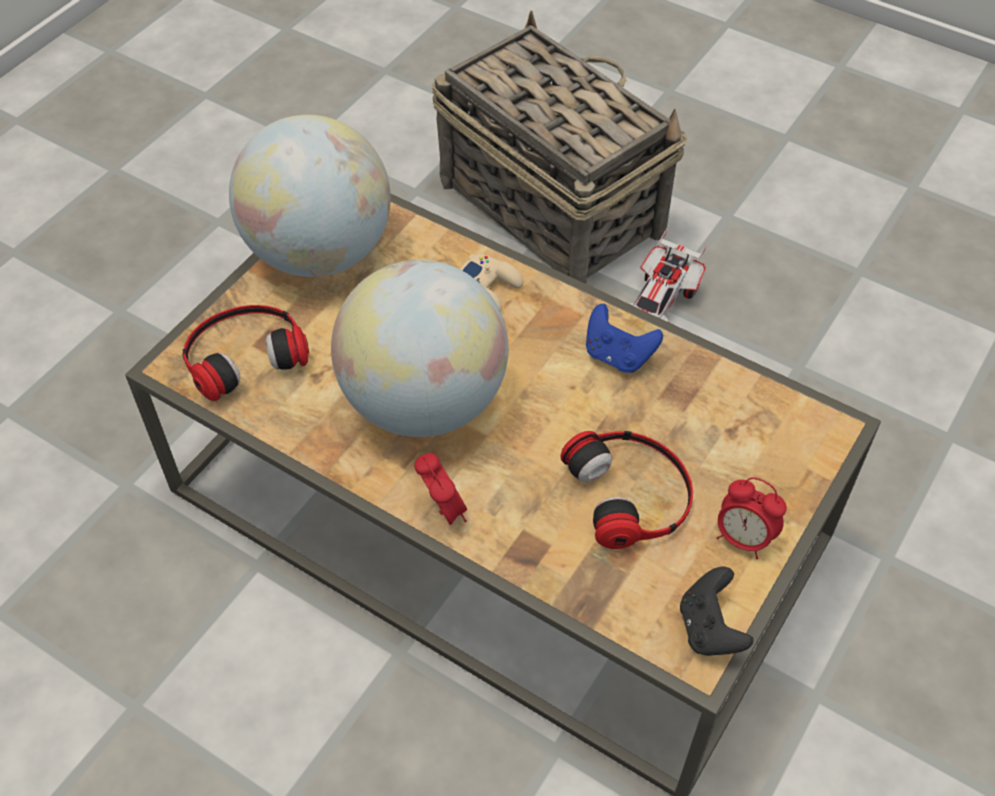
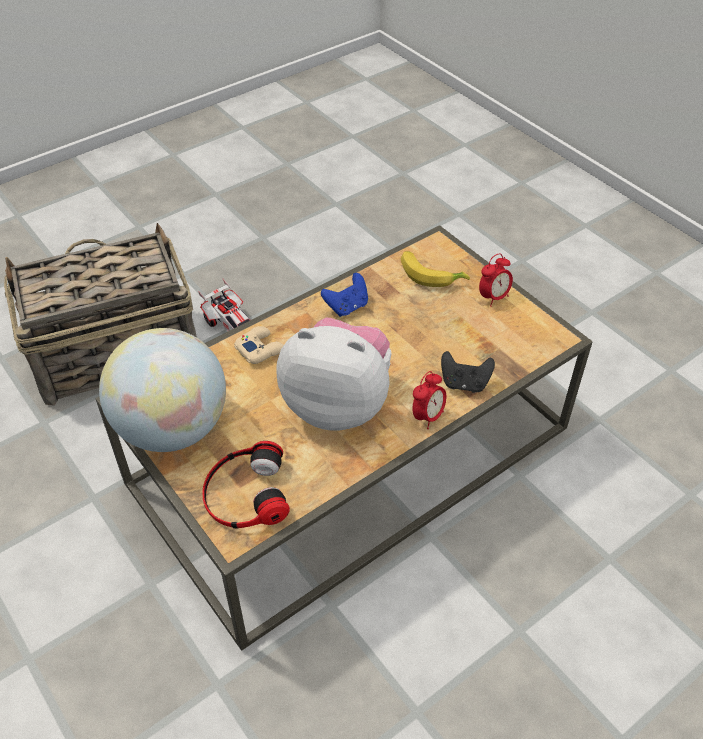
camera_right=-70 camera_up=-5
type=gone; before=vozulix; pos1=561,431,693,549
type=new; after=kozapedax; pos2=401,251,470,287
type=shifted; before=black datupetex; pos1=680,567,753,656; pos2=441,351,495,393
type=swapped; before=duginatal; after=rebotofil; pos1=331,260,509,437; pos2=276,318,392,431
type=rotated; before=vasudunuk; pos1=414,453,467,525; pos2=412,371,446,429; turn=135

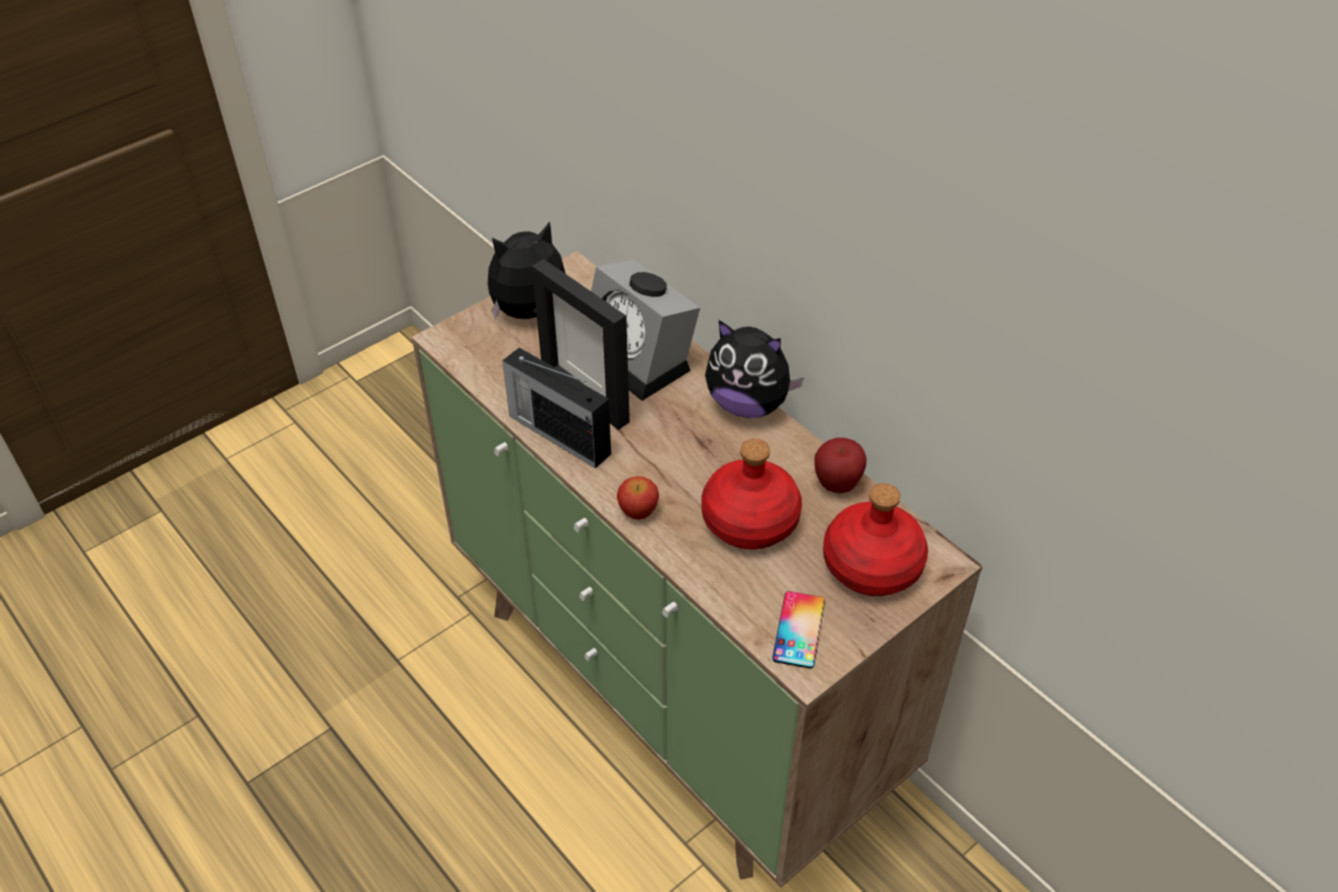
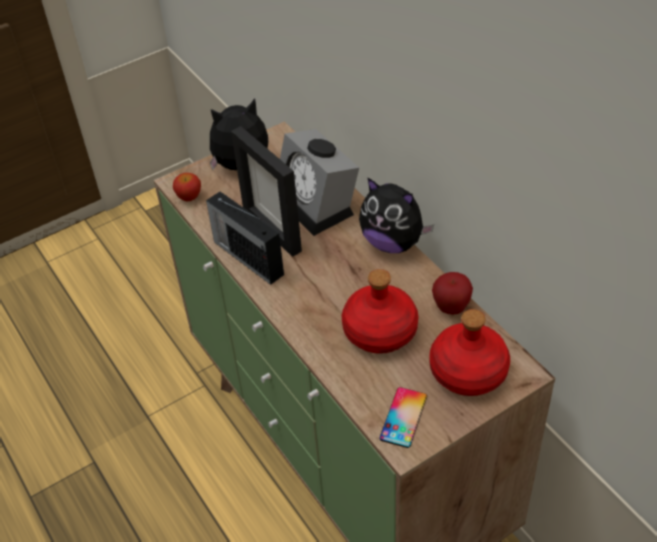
camera_right=10 camera_up=0
type=shifted; before=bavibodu; pos1=617,476,659,520; pos2=173,173,201,201

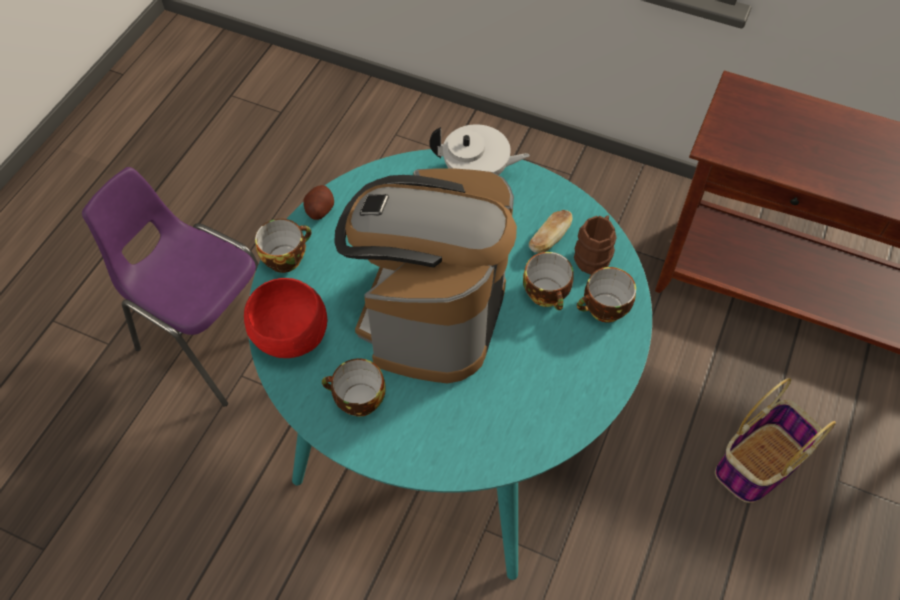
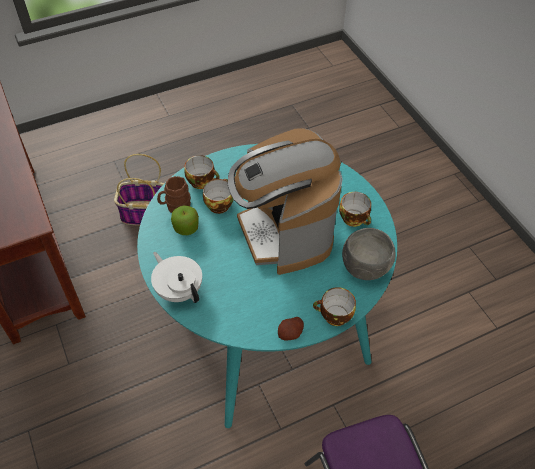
camera_right=-140 camera_up=-5
type=swapped; before=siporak; after=bavibodu; pos1=529,210,573,253; pos2=171,205,199,235
type=repainted; before=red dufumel; after=grey dufumel; pos1=244,278,327,358; pos2=342,228,395,280
type=rotated; before=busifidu; pos1=334,169,517,384; pos2=228,128,343,275; turn=105

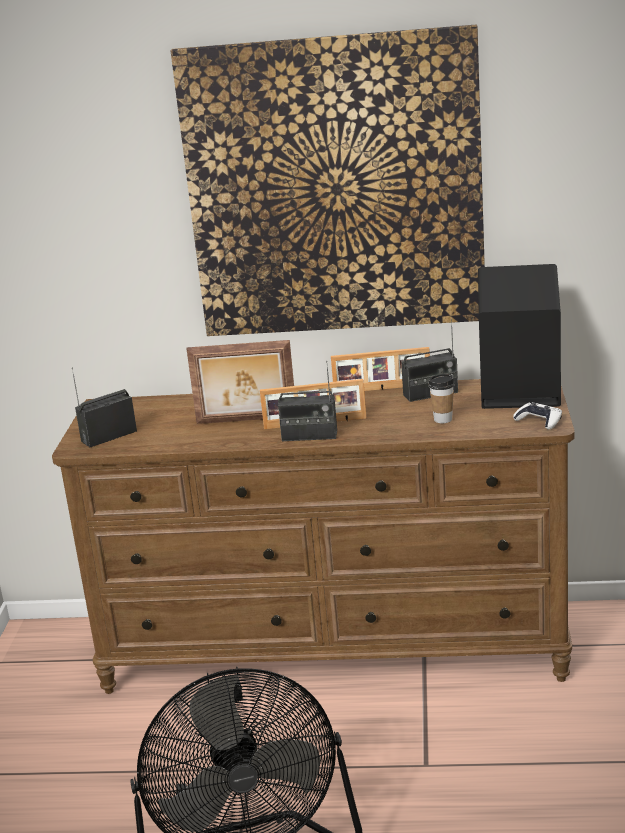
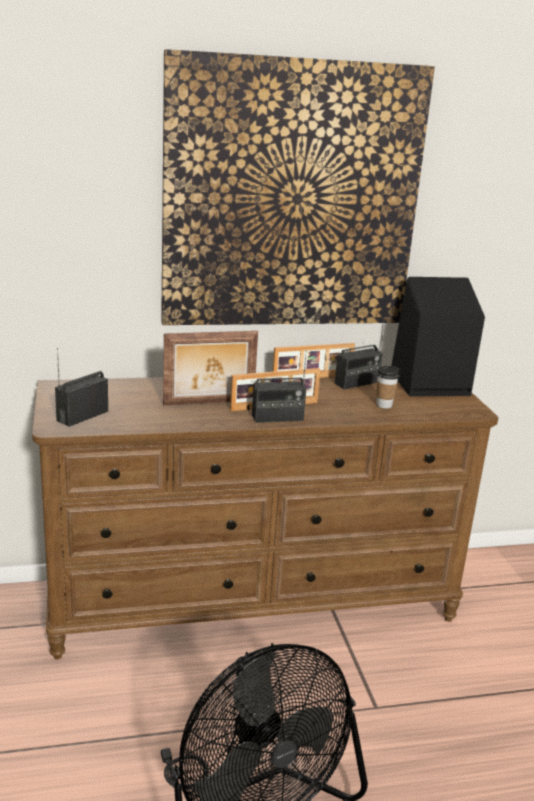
camera_right=-20 camera_up=0
type=gone; before=white datupetex; pos1=513,402,562,430

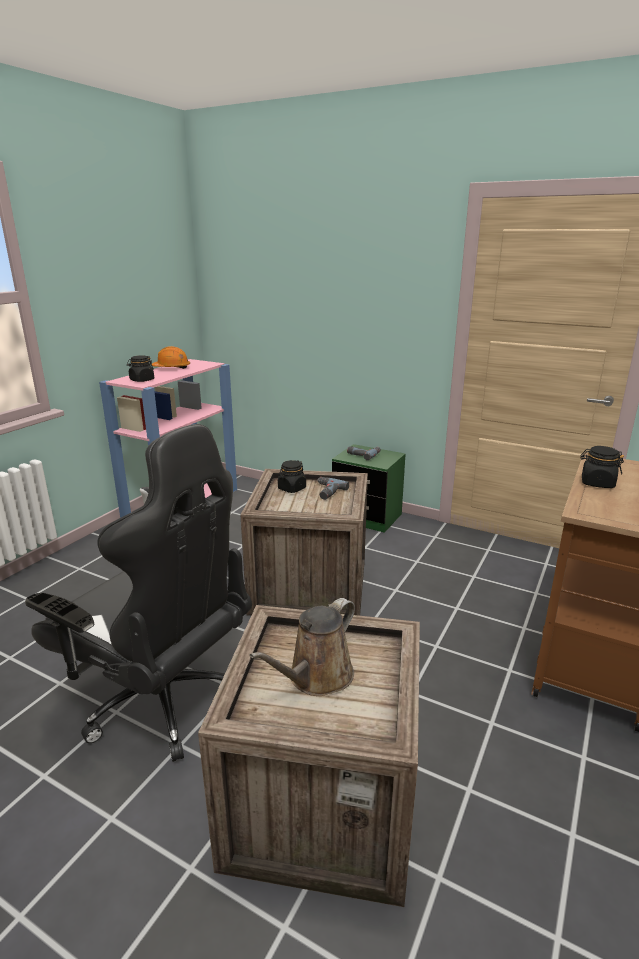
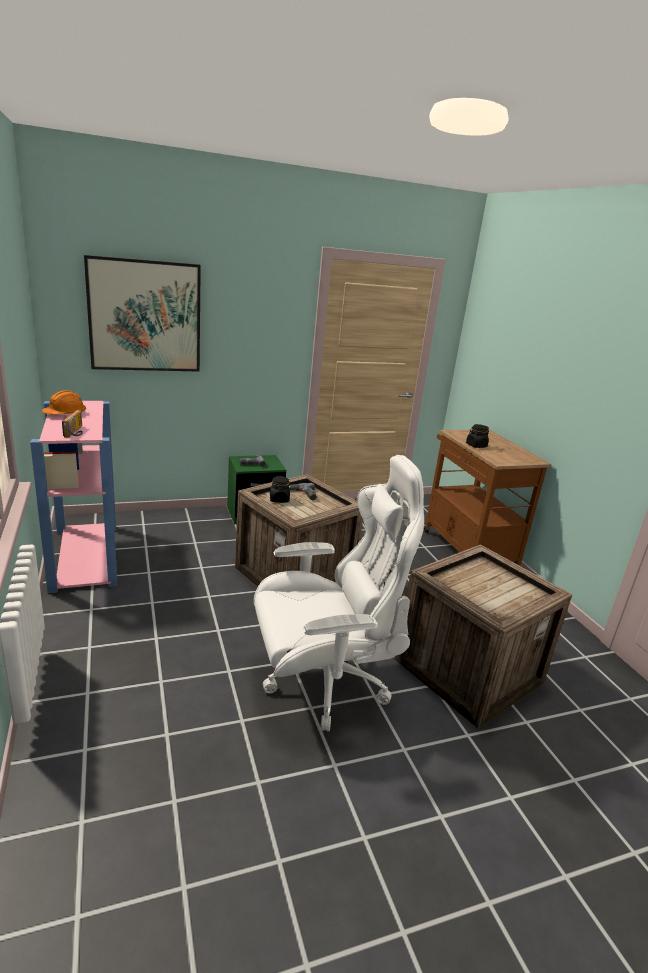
camera_right=-50 camera_up=0
type=gone; before=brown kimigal; pos1=249,598,355,696
type=new; after=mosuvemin; pos2=84,255,201,372
type=swapped; before=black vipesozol; after=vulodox; pos1=127,355,154,382; pos2=62,410,83,438
type=repainted; before=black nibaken; after=white nibaken; pos1=25,424,252,762; pos2=254,455,424,731

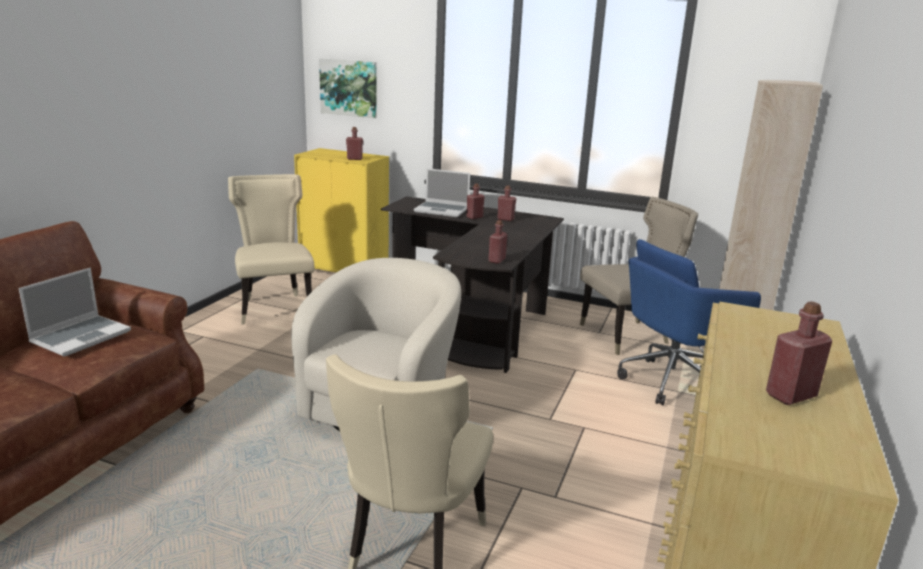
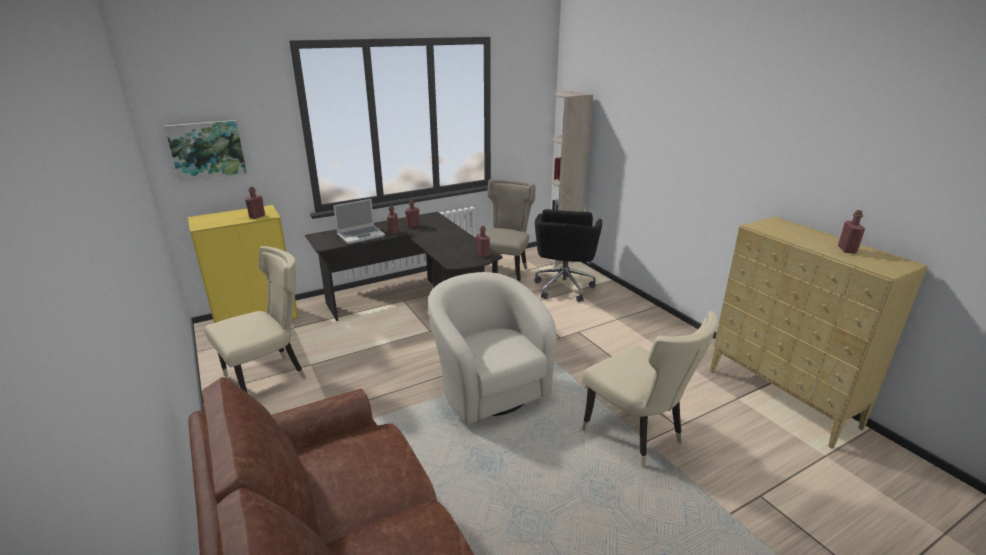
camera_right=-50 camera_up=5
type=gone; before=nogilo; pos1=19,268,131,357
type=repainted; before=blue nibaken; after=black nibaken; pos1=617,239,761,405; pos2=534,209,602,302
type=rotated; before=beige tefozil; pos1=228,174,314,325; pos2=205,246,306,392; turn=120

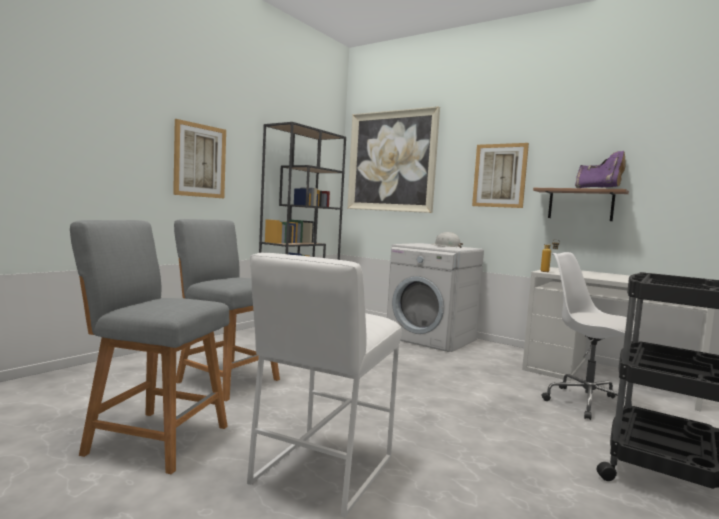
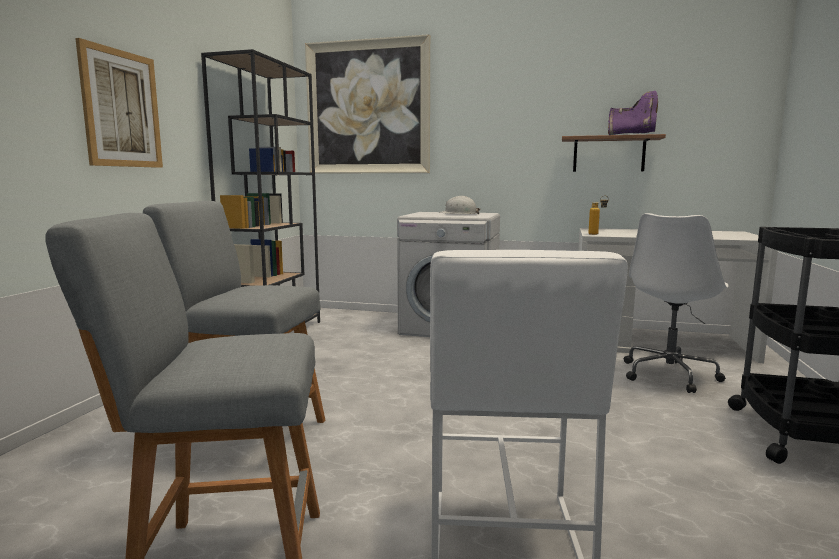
camera_right=-20 camera_up=5
type=gone; before=mosuvemin; pos1=472,143,529,208
type=rotated; before=white nibaken; pos1=541,252,640,420; pos2=623,213,729,393; turn=-75

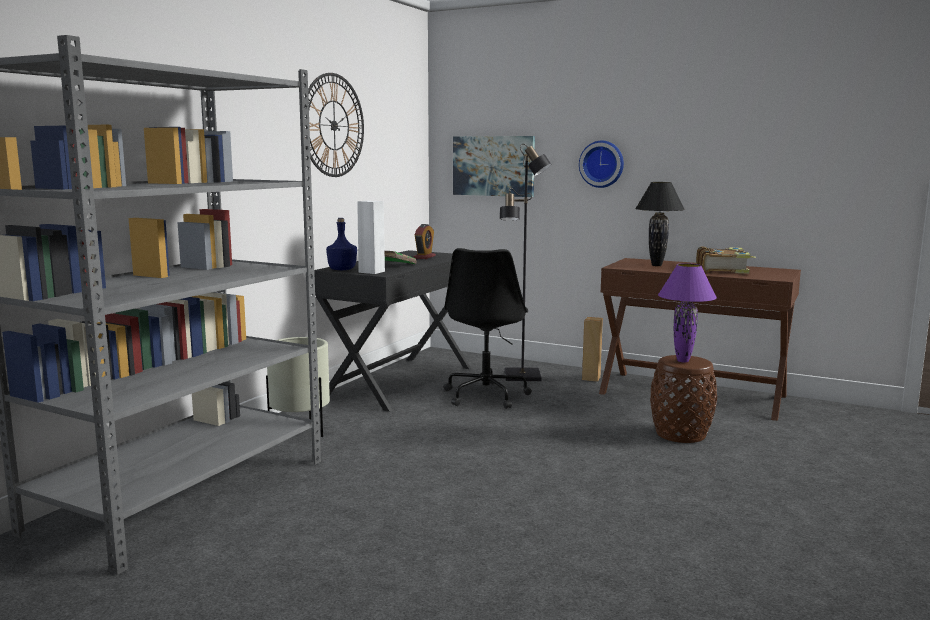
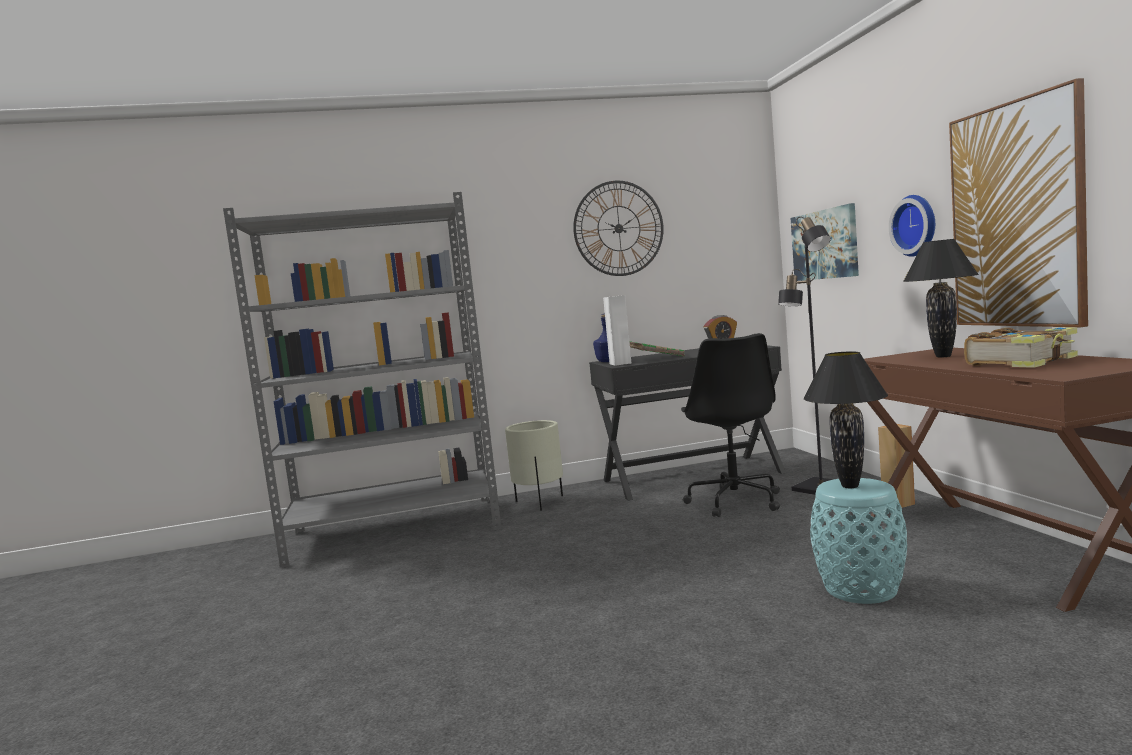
camera_right=50 camera_up=-5
type=new; after=mosuvemin; pos2=949,78,1088,327
type=repainted; before=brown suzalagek; after=turquoise suzalagek; pos1=650,355,717,443; pos2=810,478,907,604
type=repainted; before=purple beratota; after=black beratota; pos1=658,263,717,363; pos2=803,351,888,488
type=rotated; before=black nibaken; pos1=443,248,532,409; pos2=681,333,780,517; turn=-60

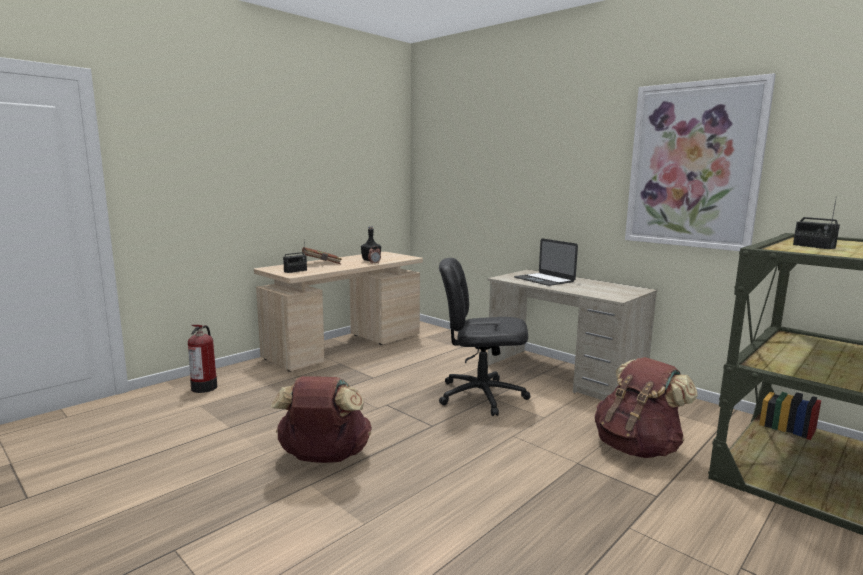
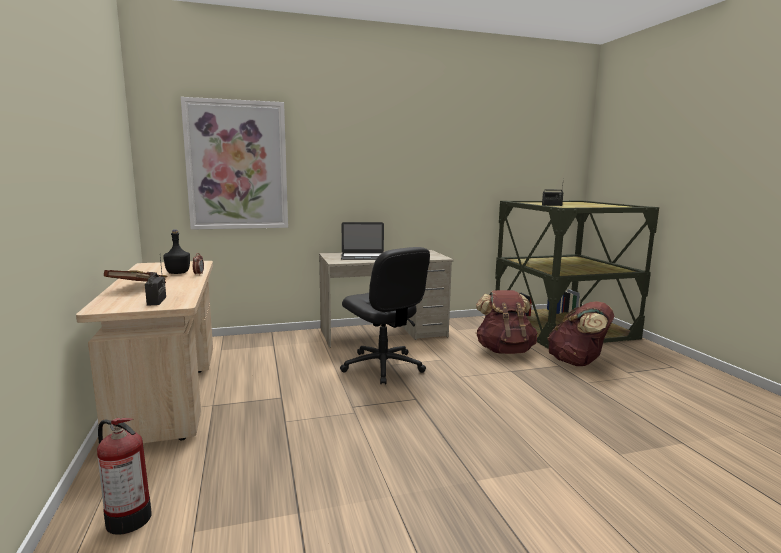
camera_right=-60 camera_up=0
type=shifted; before=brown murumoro; pos1=271,376,372,463; pos2=547,301,615,366
type=shifted; before=mosuvemin; pos1=625,73,776,251; pos2=181,97,288,230
type=rotated; before=black nibaken; pos1=439,258,530,416; pos2=340,247,430,384; turn=-75

